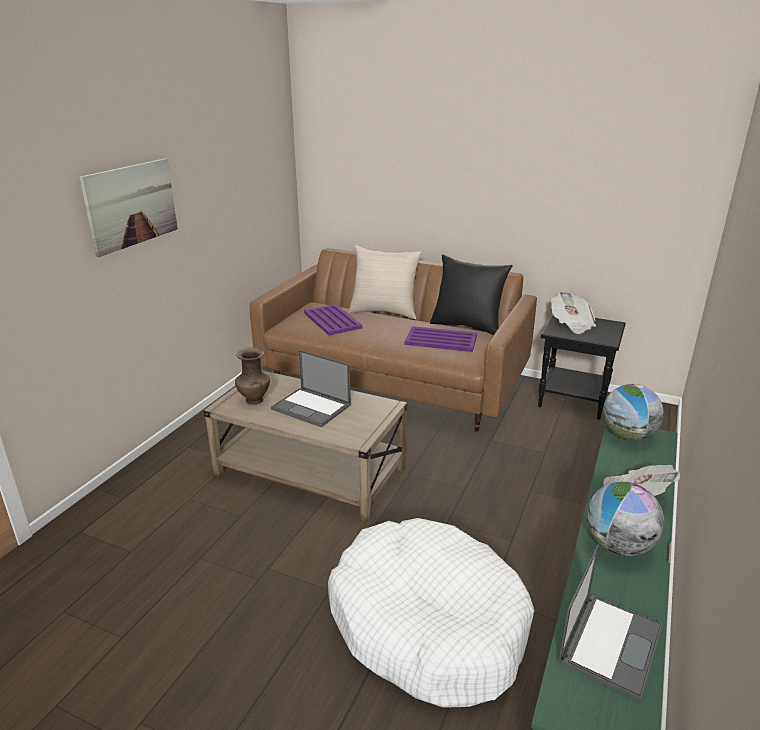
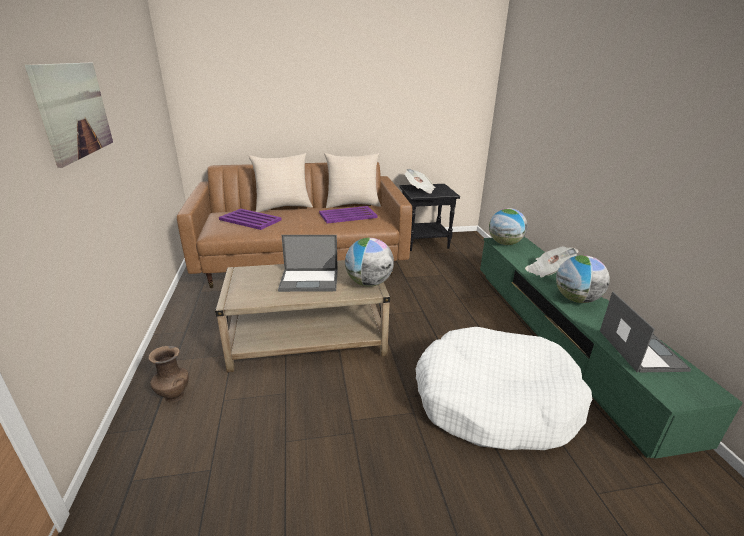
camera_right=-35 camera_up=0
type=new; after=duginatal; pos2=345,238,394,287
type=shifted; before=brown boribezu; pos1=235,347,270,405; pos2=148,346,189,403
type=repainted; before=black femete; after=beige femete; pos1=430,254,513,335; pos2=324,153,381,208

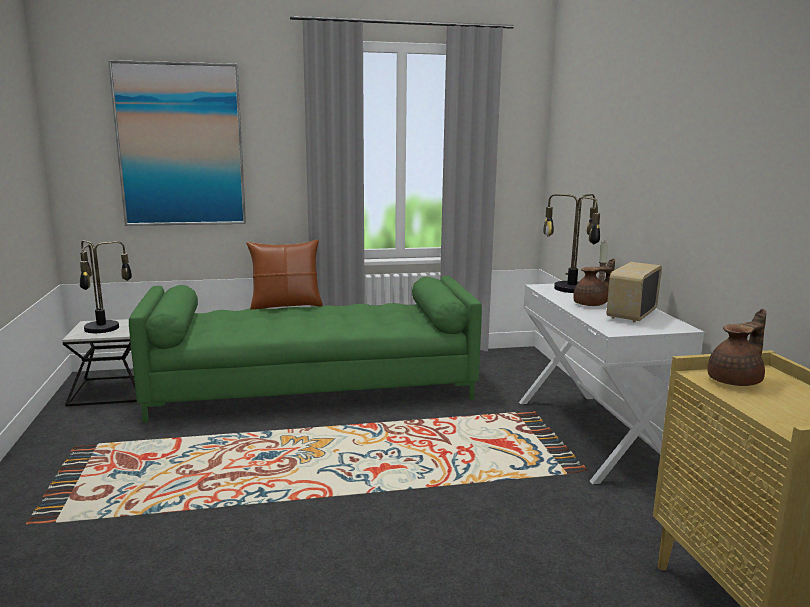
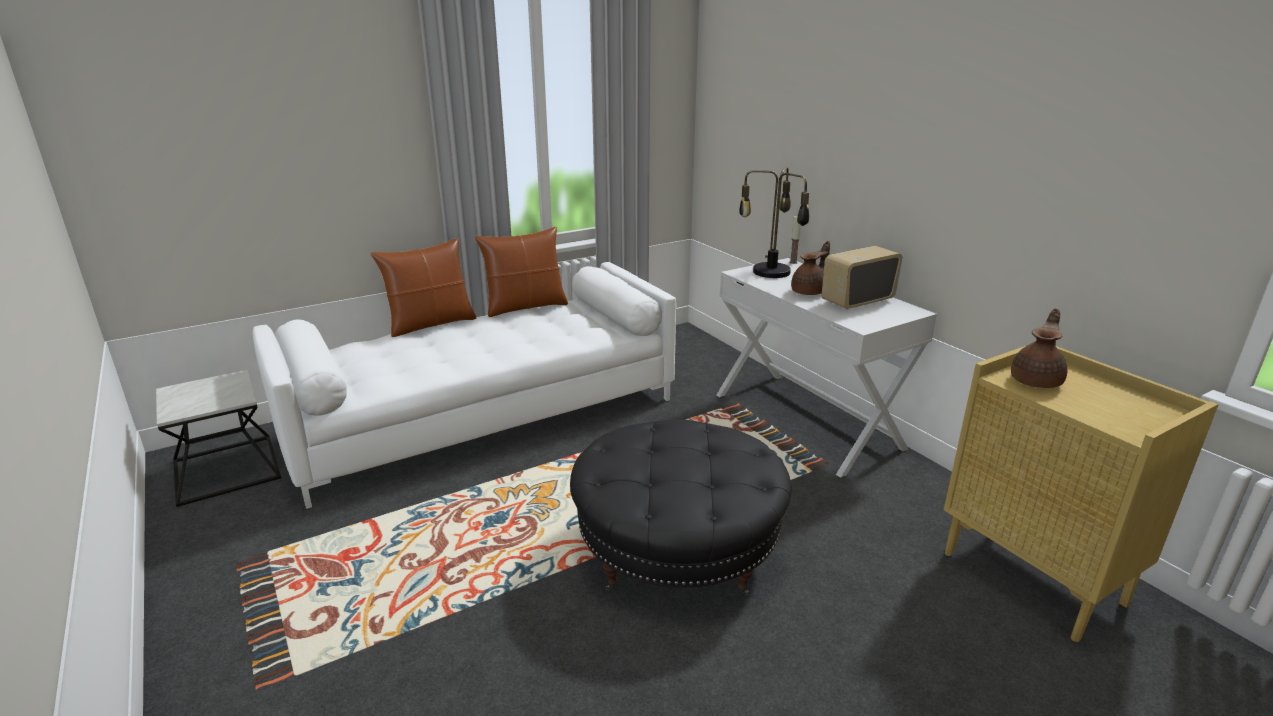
camera_right=-20 camera_up=10
type=gone; before=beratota; pos1=80,240,132,333
type=gone; before=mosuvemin; pos1=108,60,246,226
type=new; after=brown femete; pos2=475,227,568,317
type=new; after=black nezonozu; pos2=570,419,791,595
type=repainted; before=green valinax; after=white valinax; pos1=129,276,482,423; pos2=252,262,676,509
type=rotated; before=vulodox; pos1=607,262,662,322; pos2=821,246,902,310; turn=45

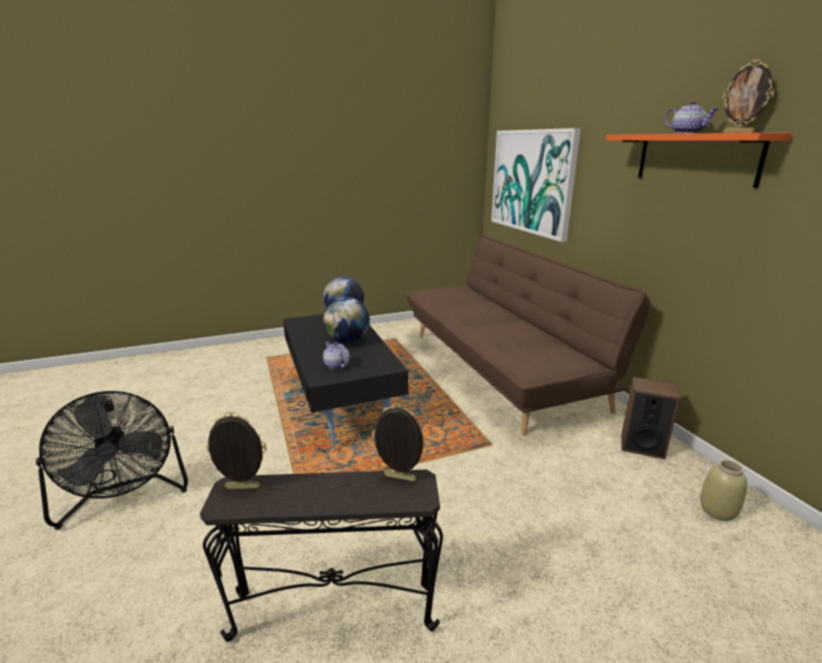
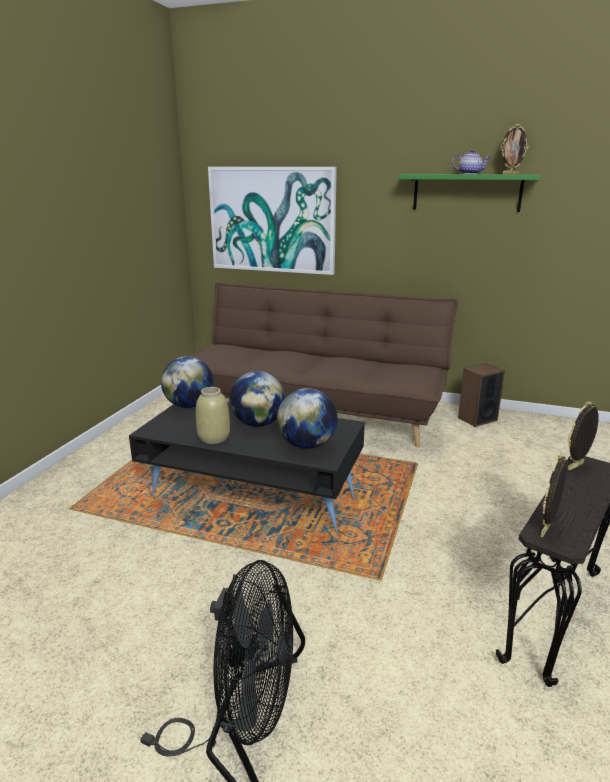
camera_right=-50 camera_up=0
type=shifted; before=beige boribezu; pos1=700,460,747,521; pos2=196,387,230,444
type=swapped; before=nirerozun; after=duginatal; pos1=323,342,350,370; pos2=277,388,338,449
type=repainted; before=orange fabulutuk; after=green fabulutuk; pos1=606,133,793,188; pos2=398,174,541,212

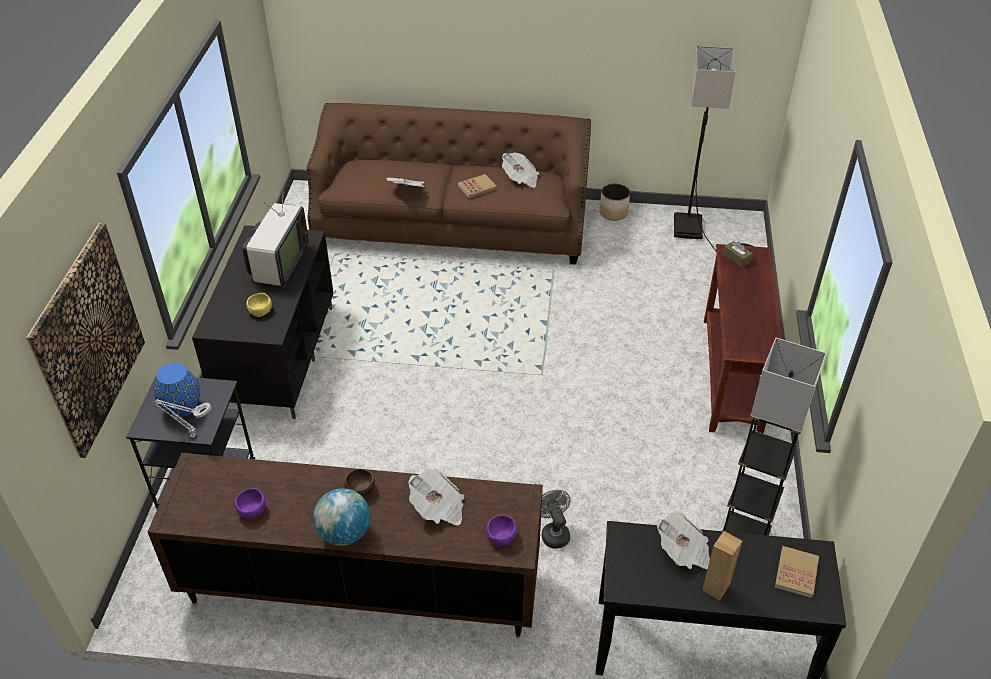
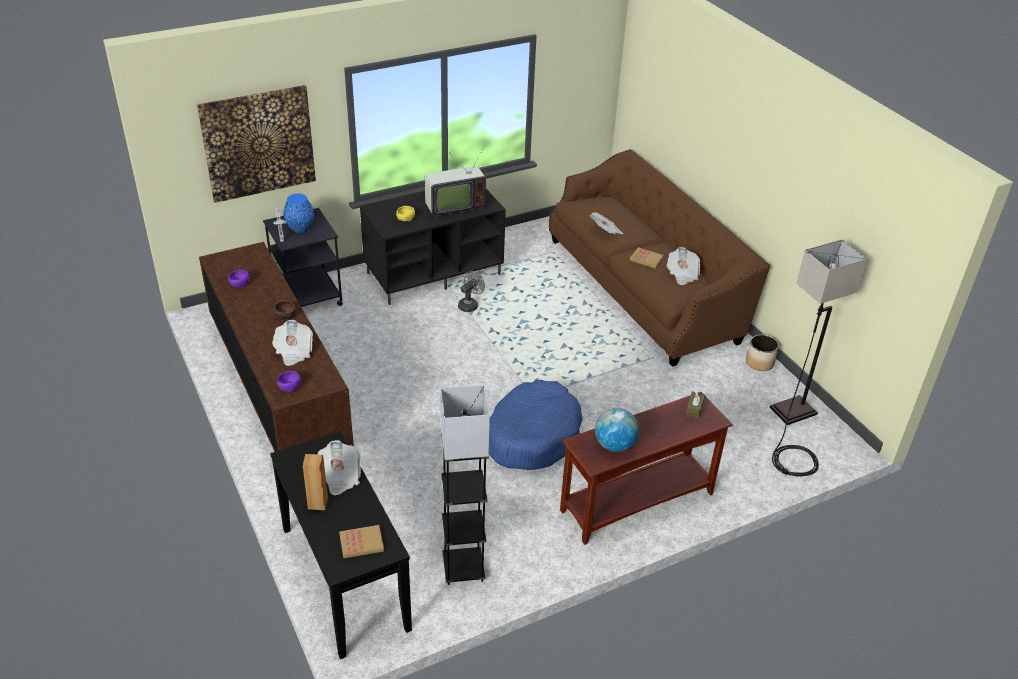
camera_right=55 camera_up=-5
type=new; after=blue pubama; pos2=489,380,583,470
type=shifted; before=duginatal; pos1=313,488,370,546; pos2=595,408,639,452
type=shifted; before=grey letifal; pos1=541,490,571,549; pos2=458,271,485,312

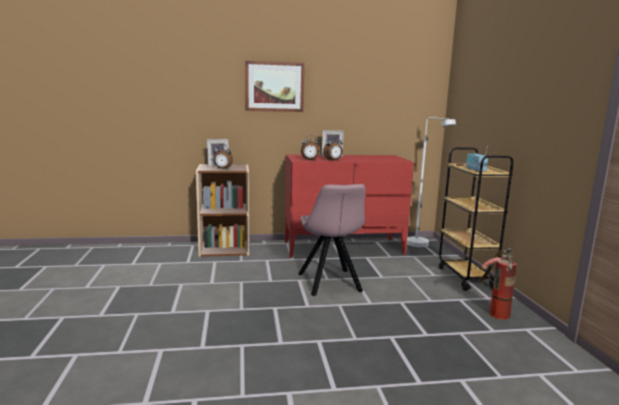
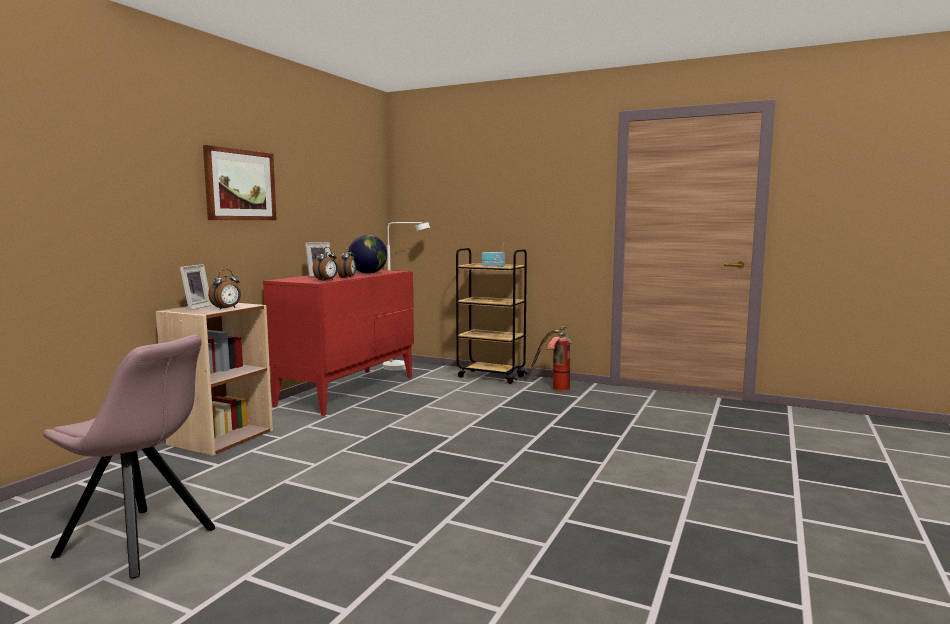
camera_right=-55 camera_up=-5
type=new; after=duginatal; pos2=349,235,387,274
type=shifted; before=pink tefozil; pos1=298,184,365,296; pos2=43,335,215,579

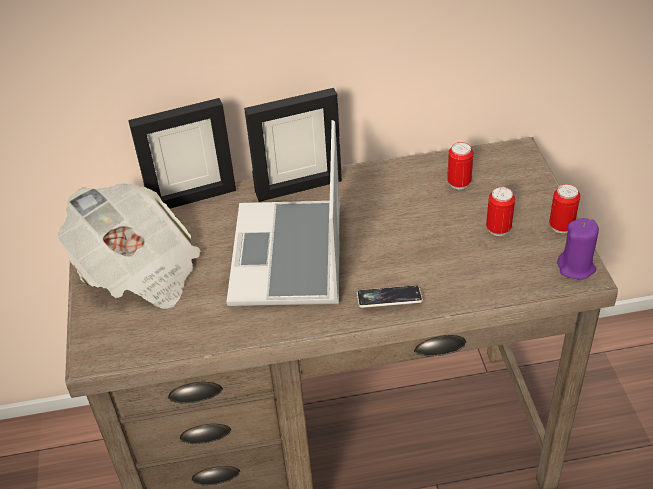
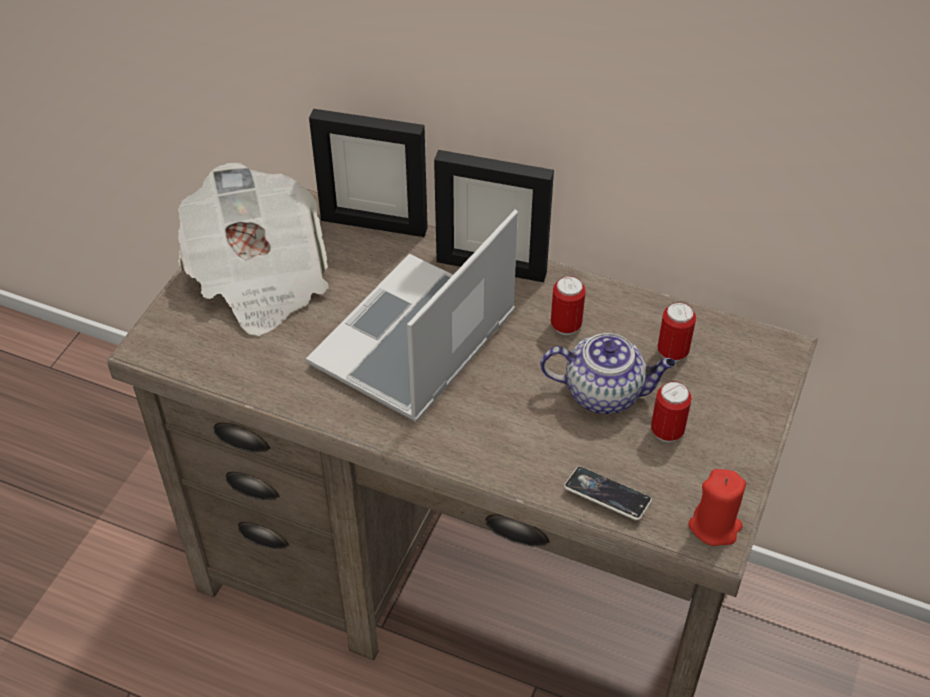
camera_right=30 camera_up=5
type=new; after=nirerozun; pos2=540,333,676,414
type=shifted; before=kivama; pos1=357,285,423,308; pos2=564,467,652,520
type=shifted; before=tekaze; pos1=549,184,581,233; pos2=551,276,586,335
type=repainted; before=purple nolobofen; after=red nolobofen; pos1=557,218,599,280; pos2=688,469,746,546

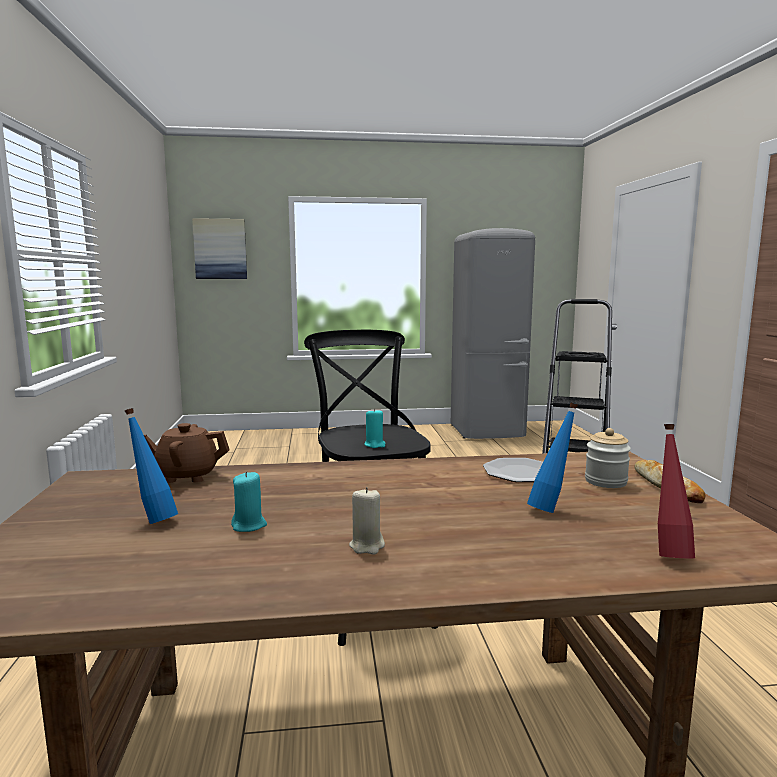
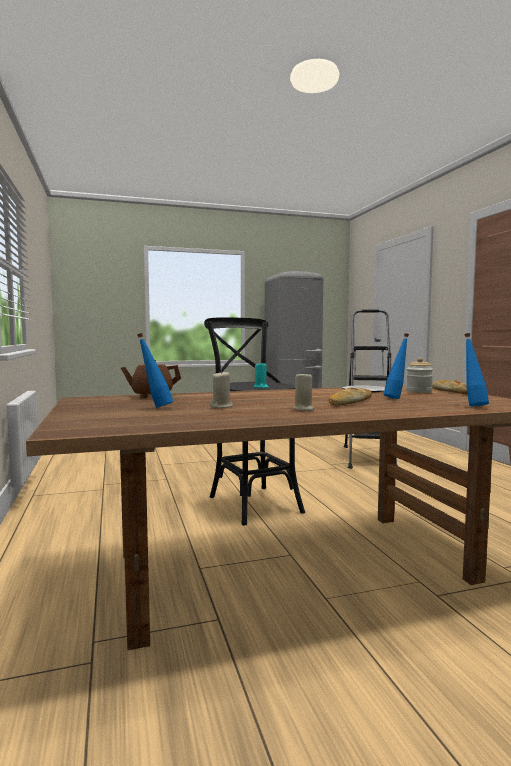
camera_right=-10 camera_up=-5
type=gone; before=mosuvemin; pos1=192,218,247,279
type=new; after=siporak; pos2=328,388,372,405
type=repainted; before=turquoise nolobofen; after=beige nolobofen; pos1=231,471,267,532; pos2=210,370,233,408
type=repainted; before=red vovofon; after=blue vovofon; pos1=658,424,695,558; pos2=464,333,489,406

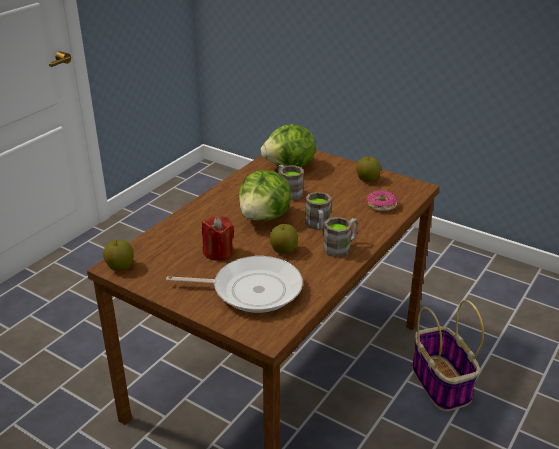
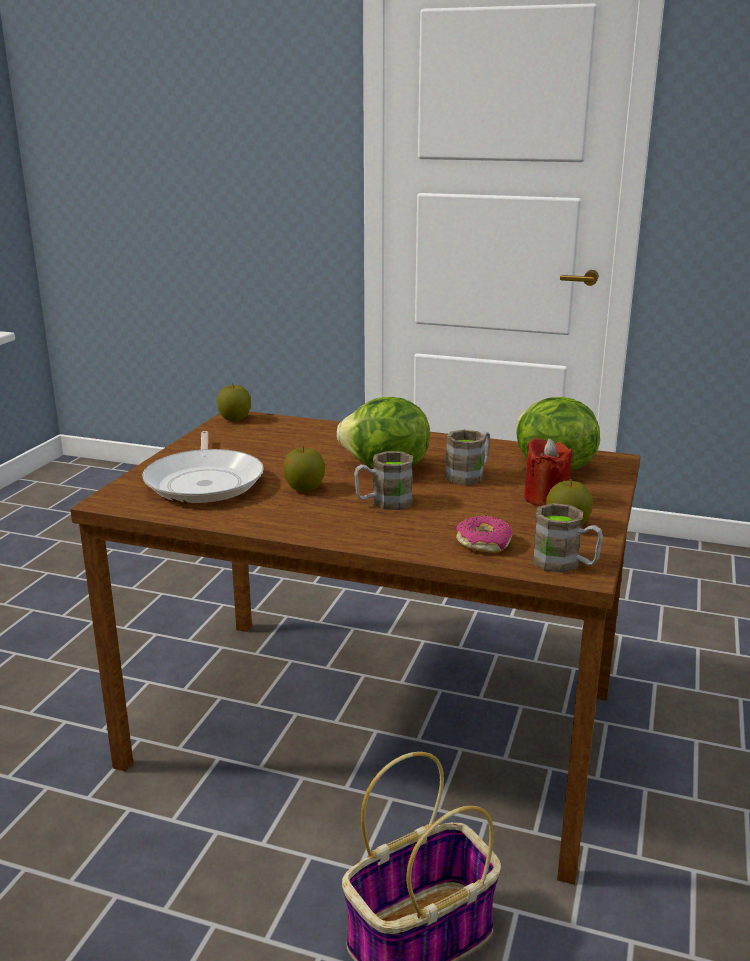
camera_right=75 camera_up=-10
type=shifted; before=red nolobofen; pos1=202,215,234,261; pos2=524,438,572,506
type=shifted; before=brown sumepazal; pos1=323,217,358,258; pos2=532,503,603,573

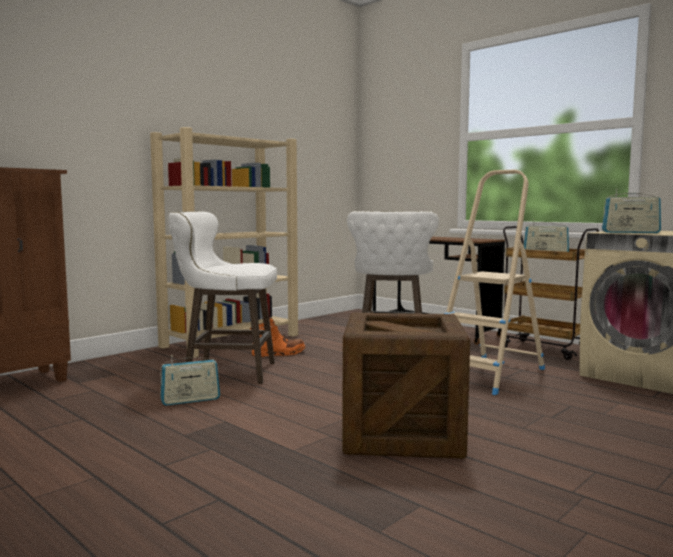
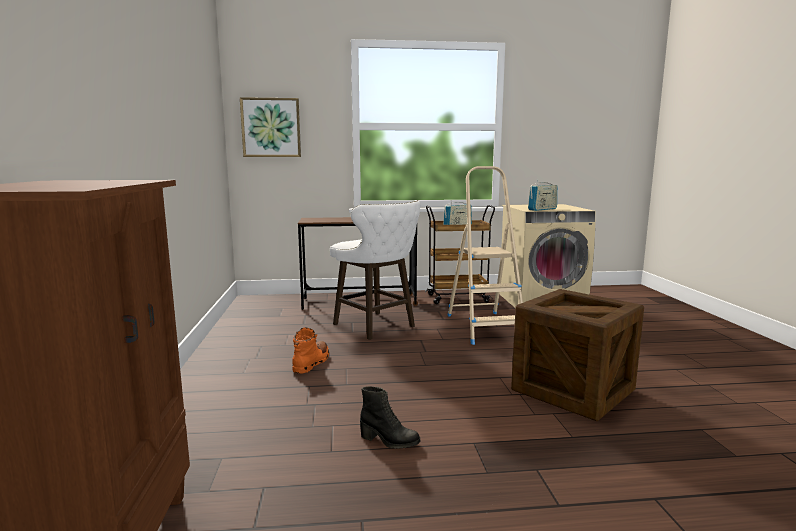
camera_right=-50 camera_up=5
type=gone; before=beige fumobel; pos1=150,127,298,357
type=gone; before=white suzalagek; pos1=168,211,277,384
type=new; after=mosuvemin; pos2=240,97,301,157
type=swapped; before=vulodox; after=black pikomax; pos1=160,355,220,406; pos2=360,386,420,449

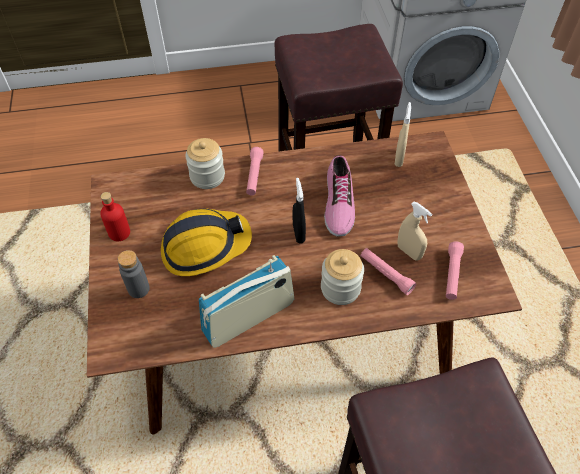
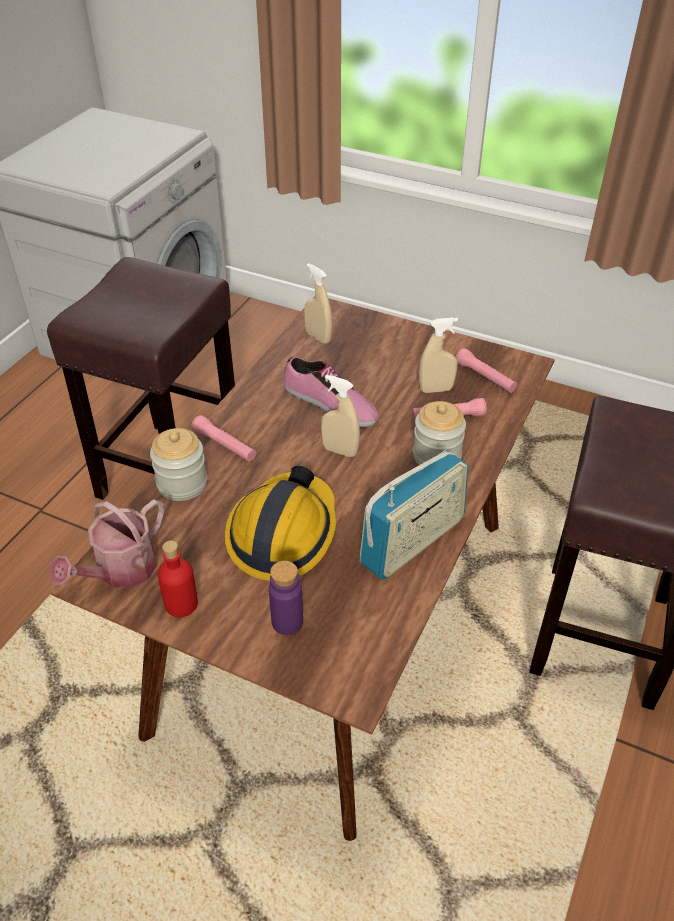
camera_right=-55 camera_up=-10
type=new; after=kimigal; pos2=49,499,165,588
type=repainted; before=grey vovofon; after=purple vovofon; pos1=117,250,150,298; pos2=269,561,303,635
type=repainted; before=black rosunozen; after=beige rosunozen; pos1=293,178,306,244; pos2=321,375,360,457
type=rotated; before=vulodox; pos1=199,255,294,347; pos2=359,450,469,580; turn=-135

